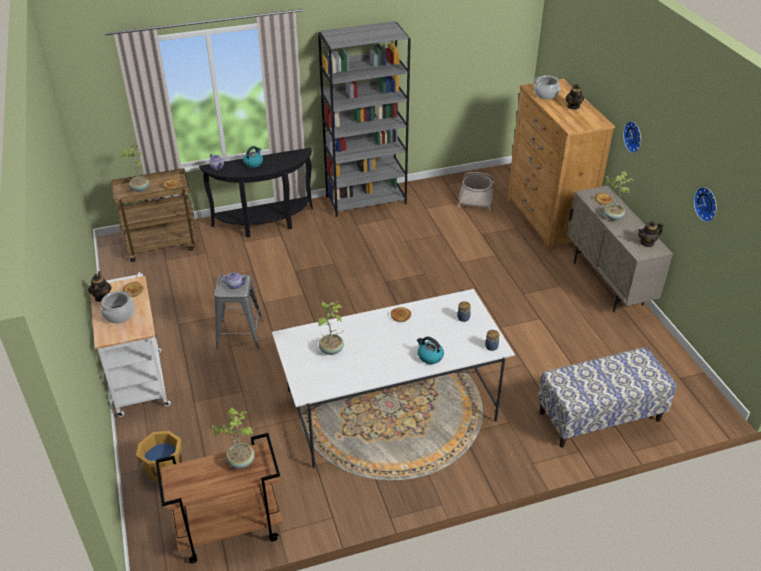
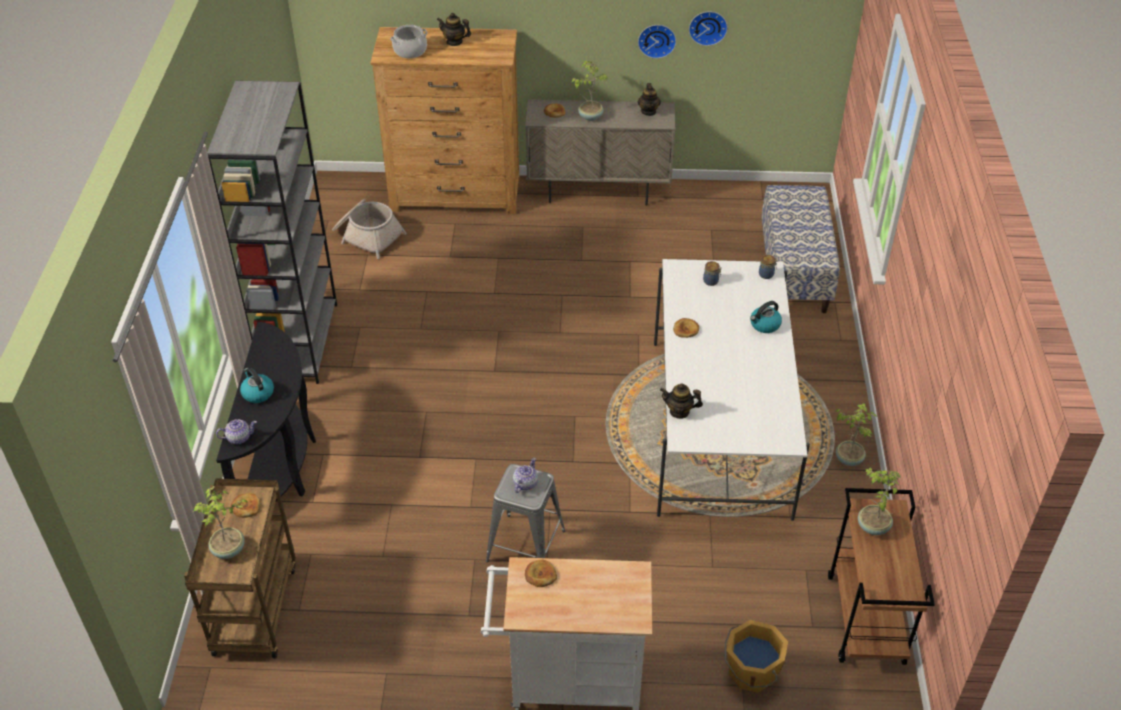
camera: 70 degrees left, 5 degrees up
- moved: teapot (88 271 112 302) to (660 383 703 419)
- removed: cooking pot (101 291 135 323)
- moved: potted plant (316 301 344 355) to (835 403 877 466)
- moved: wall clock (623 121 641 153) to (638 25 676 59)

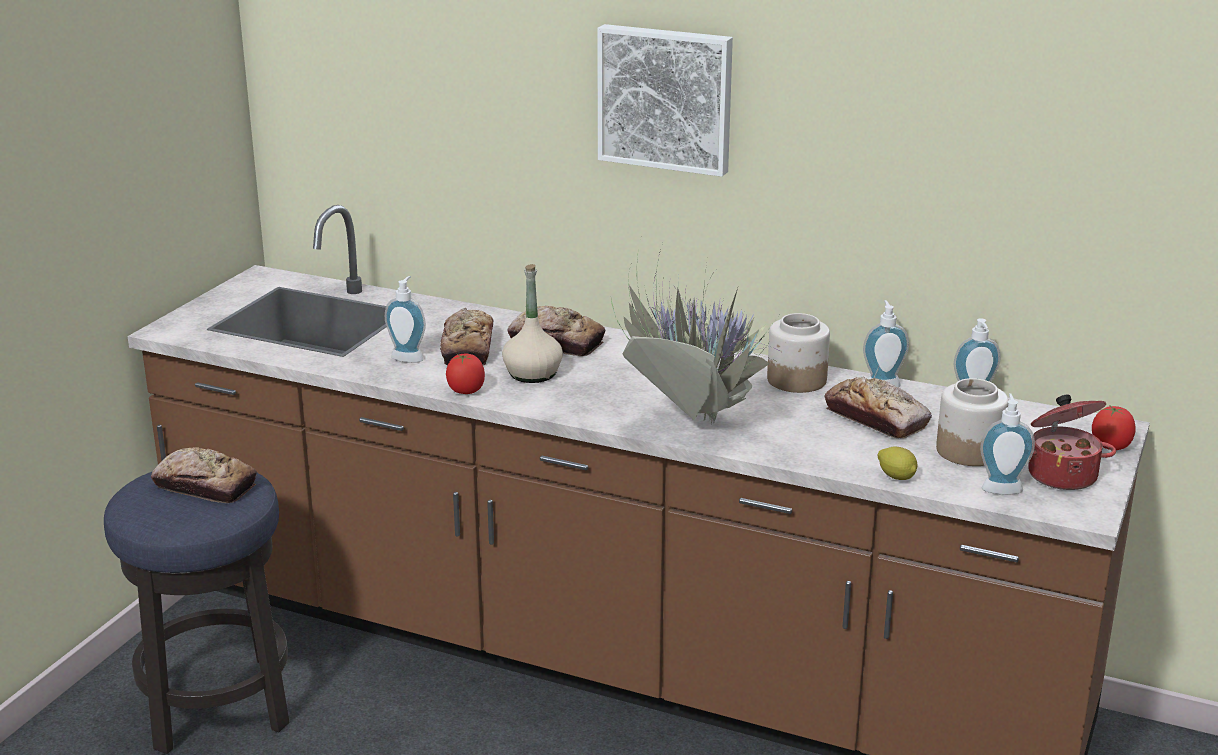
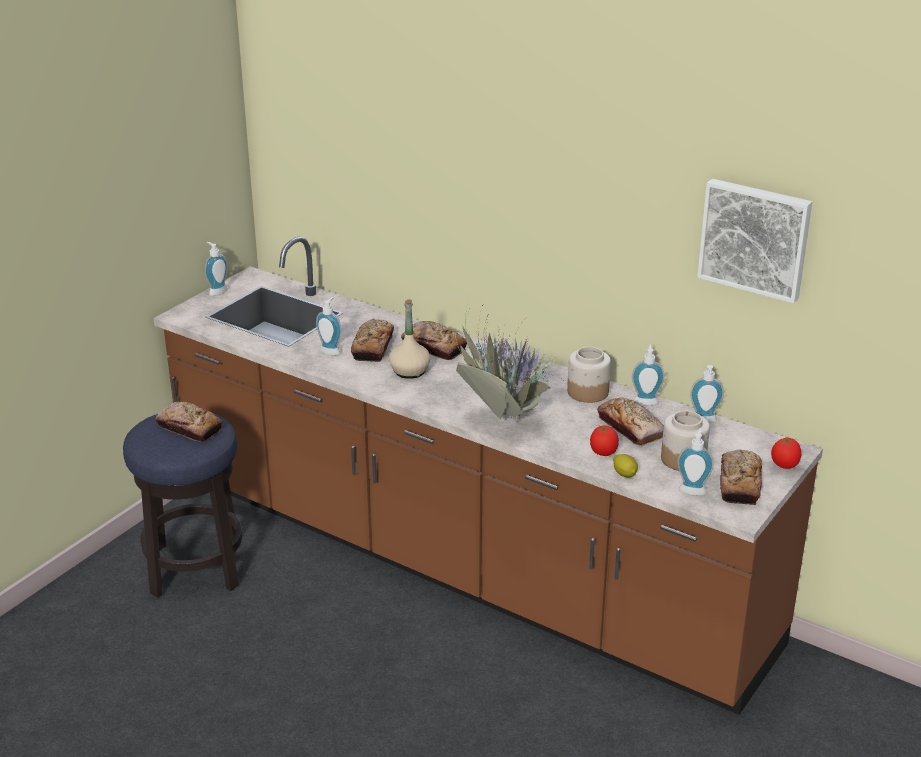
camera: 10 degrees right, 5 degrees up
- moved: tomato (446 354 485 394) to (590 425 619 456)
- moved: picture (597 24 733 177) to (697 179 812 304)
- replaced: cooking pot (1028 394 1116 490) to bread (720 449 762 505)
- added: soap dispenser (205 242 228 296)

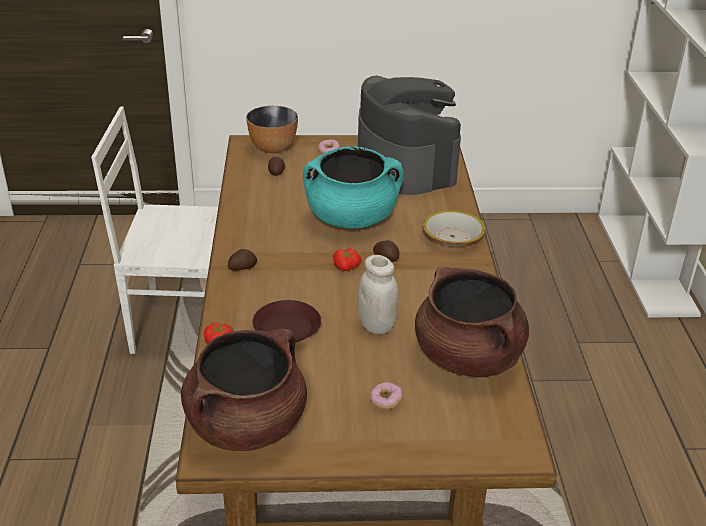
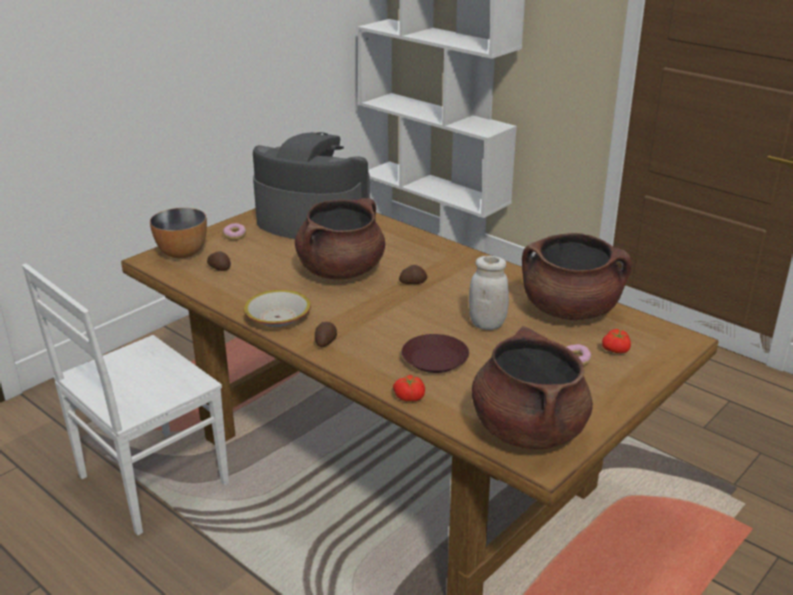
camera: 45 degrees left, 5 degrees down
- recoloured: cooking pot in turquoise (303 146 404 229) to cooking pot in brown (295 198 385 279)
- moved: tomato (333 248 361 271) to (602 329 631 353)
- moved: bowl (422 210 486 247) to (244 290 311 327)

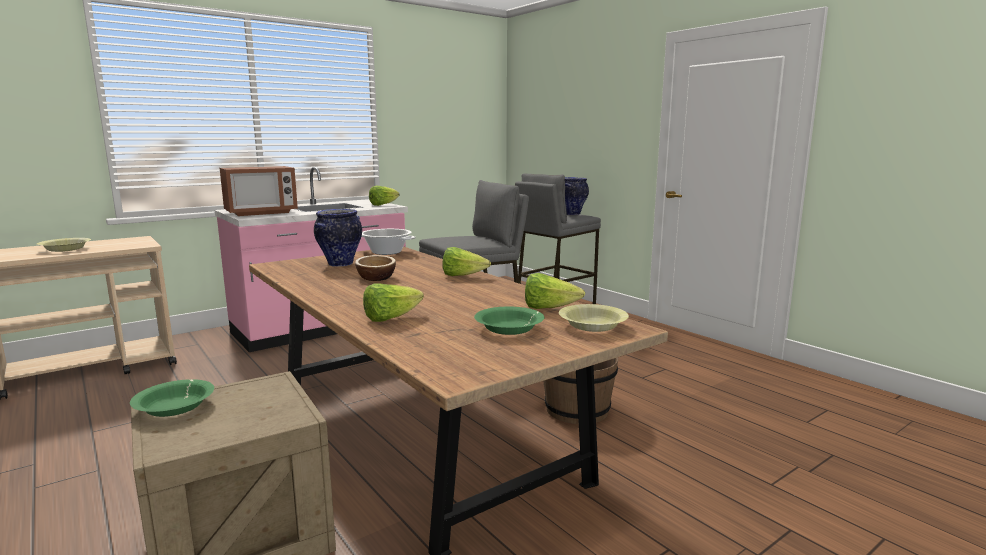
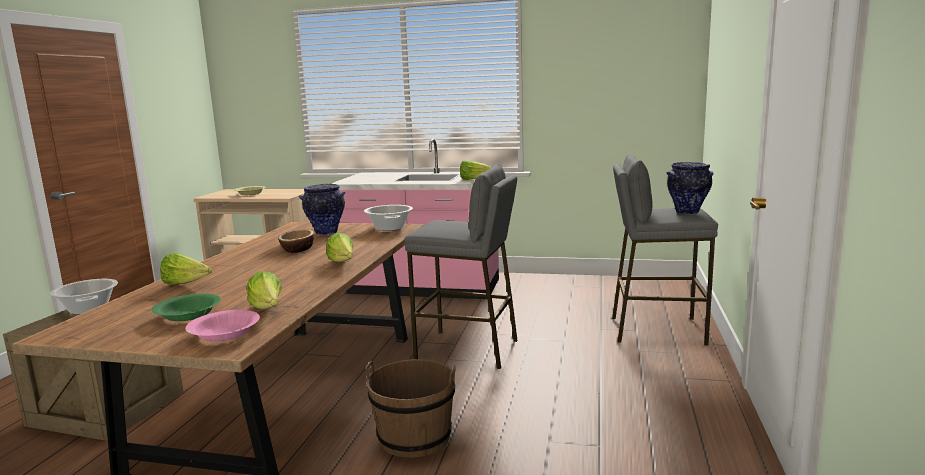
camera: 50 degrees right, 0 degrees up
- replaced: bowl in green (130 379 214 417) to cooking pot (50 279 118 314)
- removed: microwave (220 166 298 216)
- recoloured: bowl in yellow (559 304 629 332) to bowl in pink (185 310 260 342)

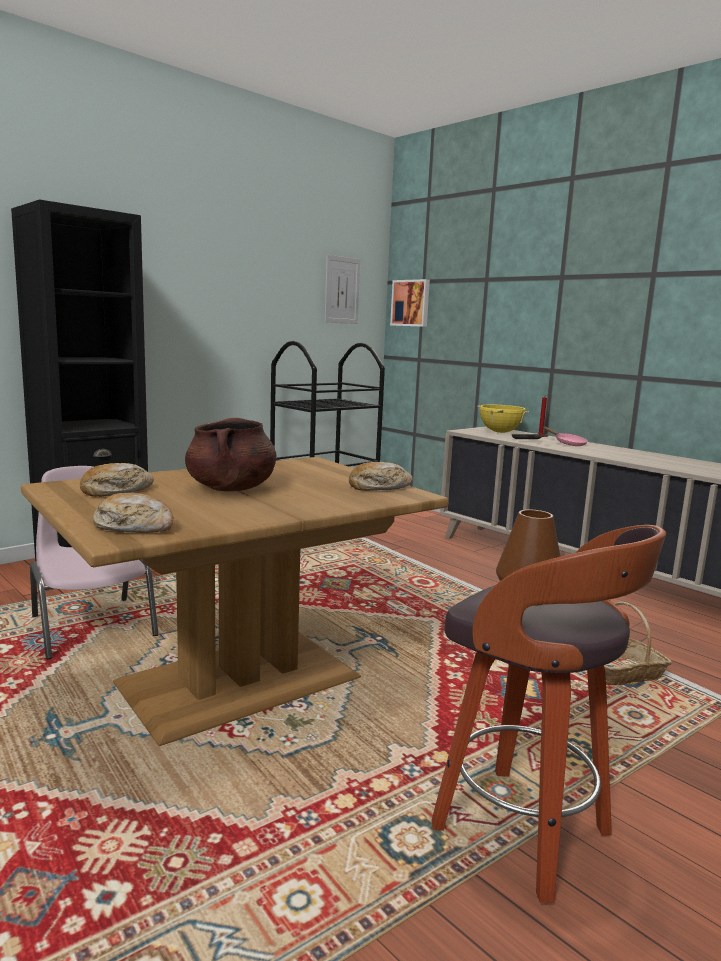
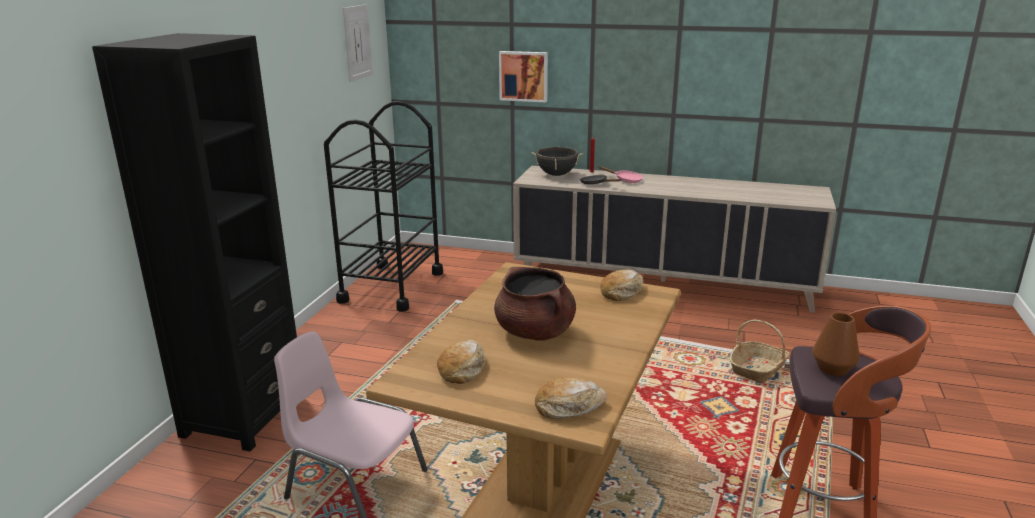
camera: 30 degrees left, 10 degrees up
- moved: picture (390 279 430 327) to (499 51 548 103)
- recoloured: cooking pot in yellow (477 405 529 433) to cooking pot in black (531 147 583 176)

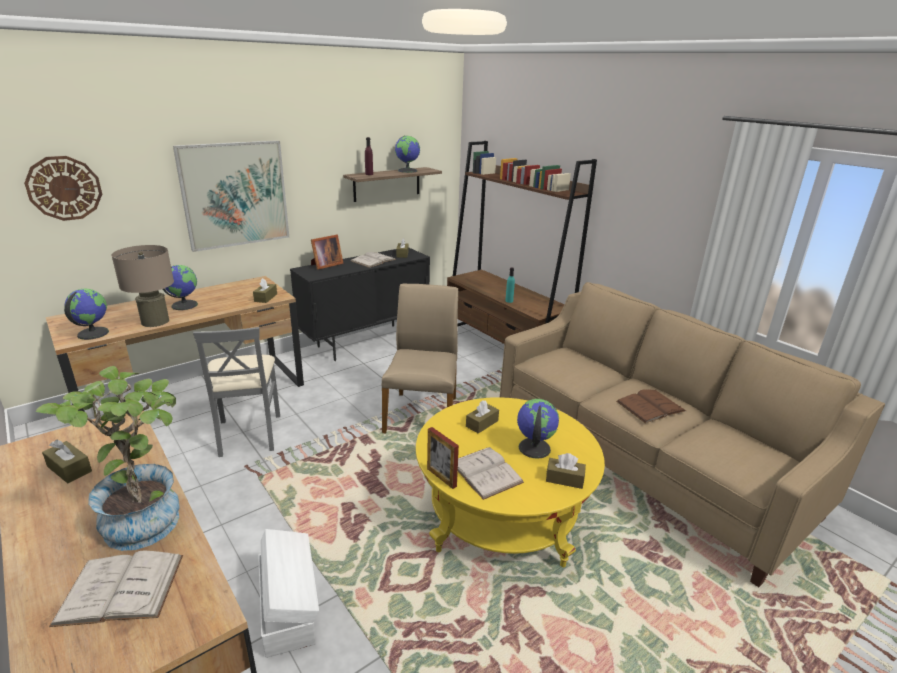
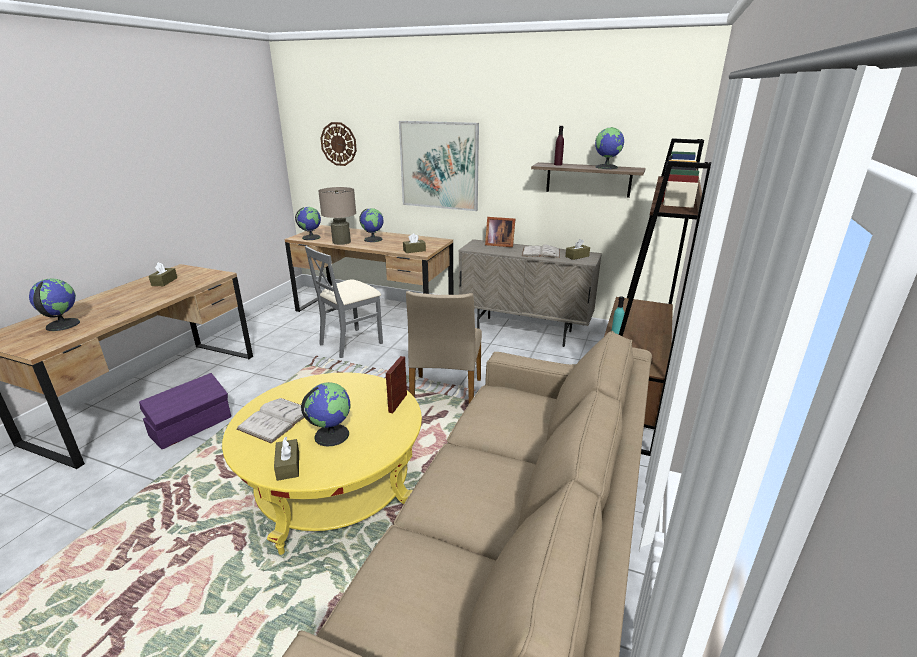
camera: 60 degrees right, 0 degrees up
- removed: potted plant (36 366 180 551)
- replaced: book in white (49 551 183 627) to globe (29 279 80 331)
- recoloured: storage box in white (258 529 319 658) to storage box in purple (139 373 231 449)
- recoloured: cabinet in black (290 248 430 361) to cabinet in beige (458 239 602 347)
- turned: chair in beige (382 284 458 433) = (406 291 482 403) 120 degrees clockwise
- moved: picture frame (427 427 459 489) to (386 356 407 413)
- removed: tissue box in brown (466 401 499 434)
- removed: book in brown (616 389 686 423)

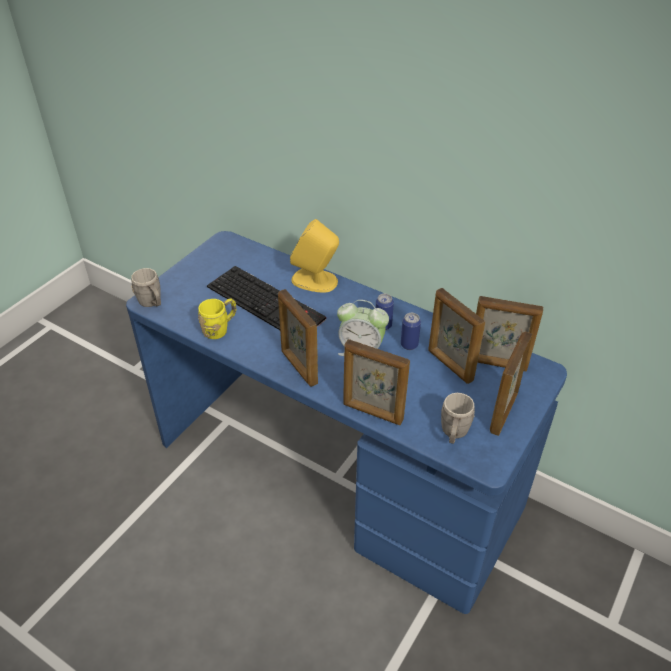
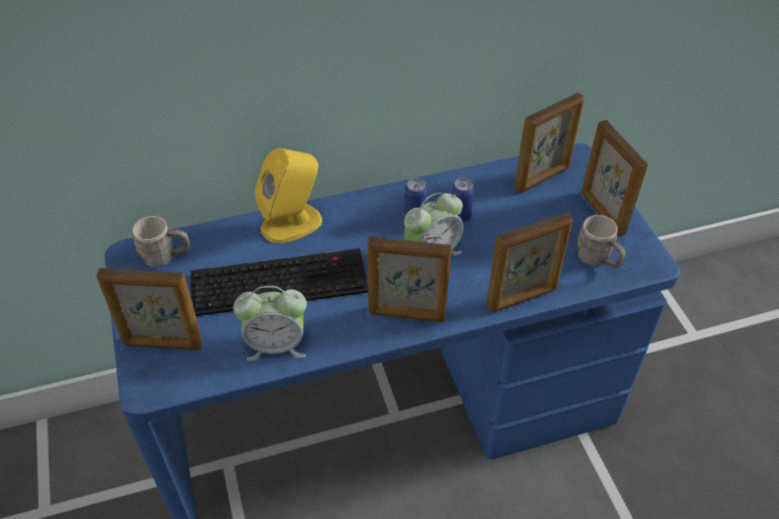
camera: 50 degrees left, 5 degrees up
- moved: mug in grey (131 268 161 307) to (132 216 190 267)
- replaced: mug in yellow (198 299 236 339) to alarm clock (233 286 307 361)
- moved: picture frame (428 288 485 384) to (96 268 203 350)

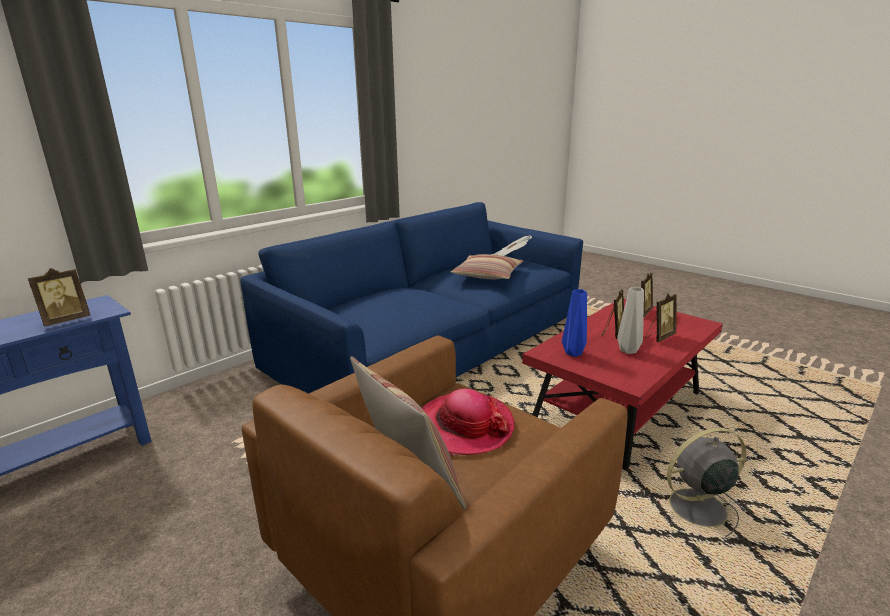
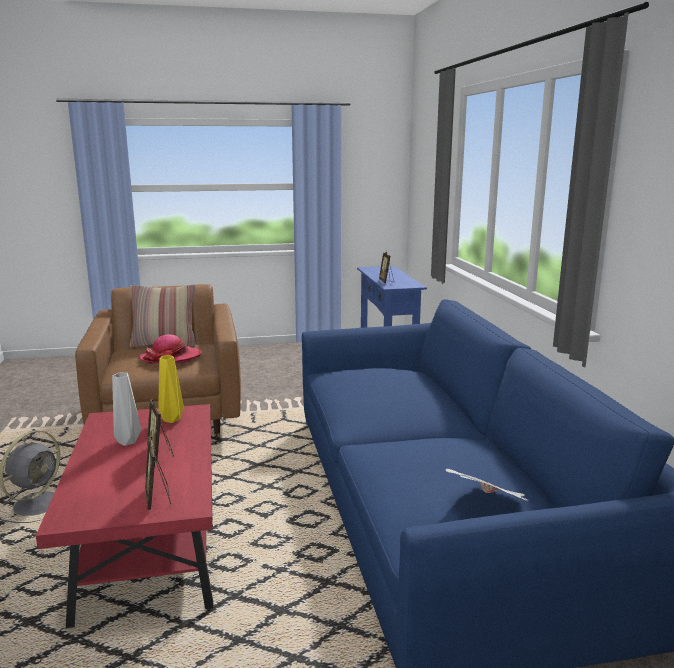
camera: 125 degrees right, 5 degrees down
- removed: pillow (450 254 523 279)
- recoloured: vase in blue (562 289 587 357) to vase in yellow (158 355 184 423)
- removed: picture frame (646 294 677 342)

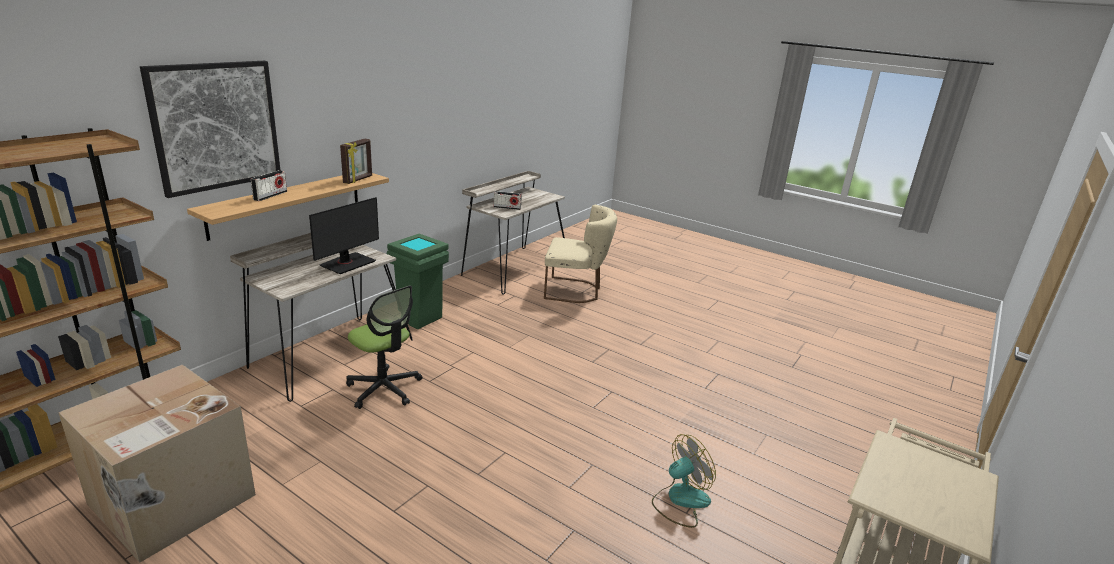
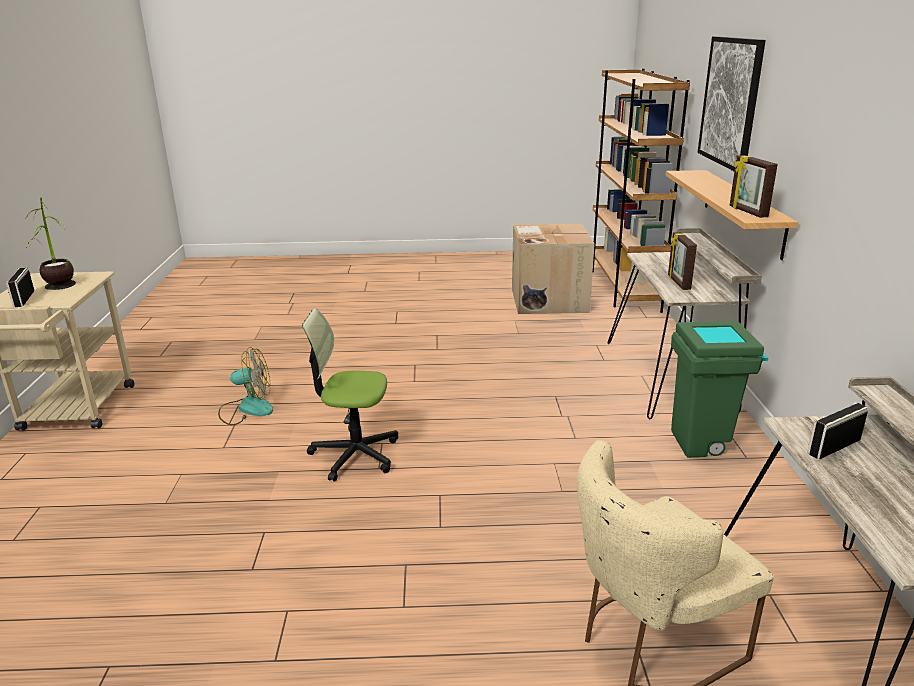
camera: 145 degrees right, 0 degrees up
- moved: radio (251 170 287 201) to (6 267 34 307)
- replaced: monitor (309 197 379 274) to picture frame (668 232 697 290)
- moved: office chair (346 285 422 409) to (302 309 398 482)
- turned: fan (652 434 716 528) = (218 347 273 425) 120 degrees counterclockwise
- added: potted plant (25 197 76 290)

